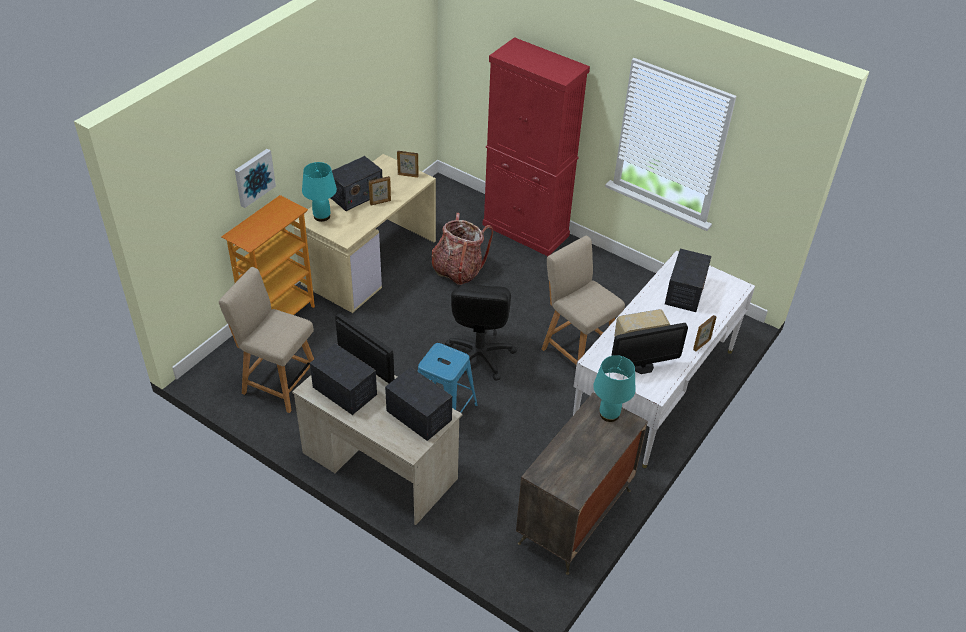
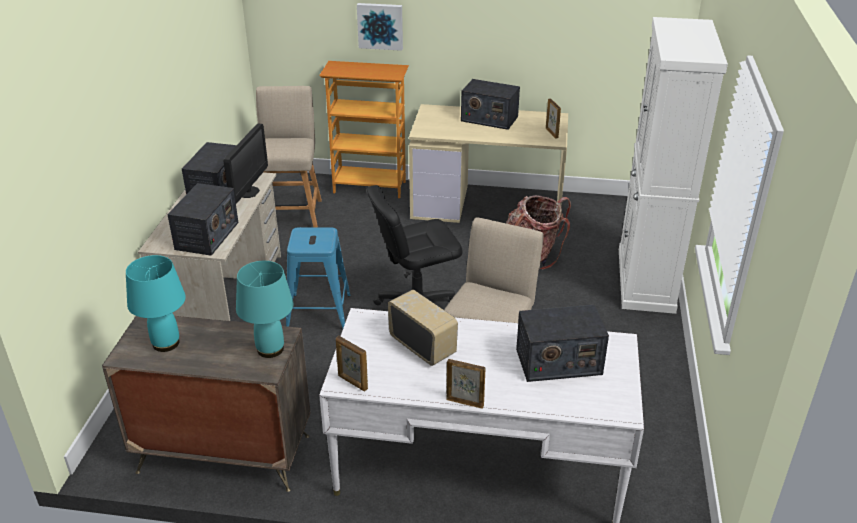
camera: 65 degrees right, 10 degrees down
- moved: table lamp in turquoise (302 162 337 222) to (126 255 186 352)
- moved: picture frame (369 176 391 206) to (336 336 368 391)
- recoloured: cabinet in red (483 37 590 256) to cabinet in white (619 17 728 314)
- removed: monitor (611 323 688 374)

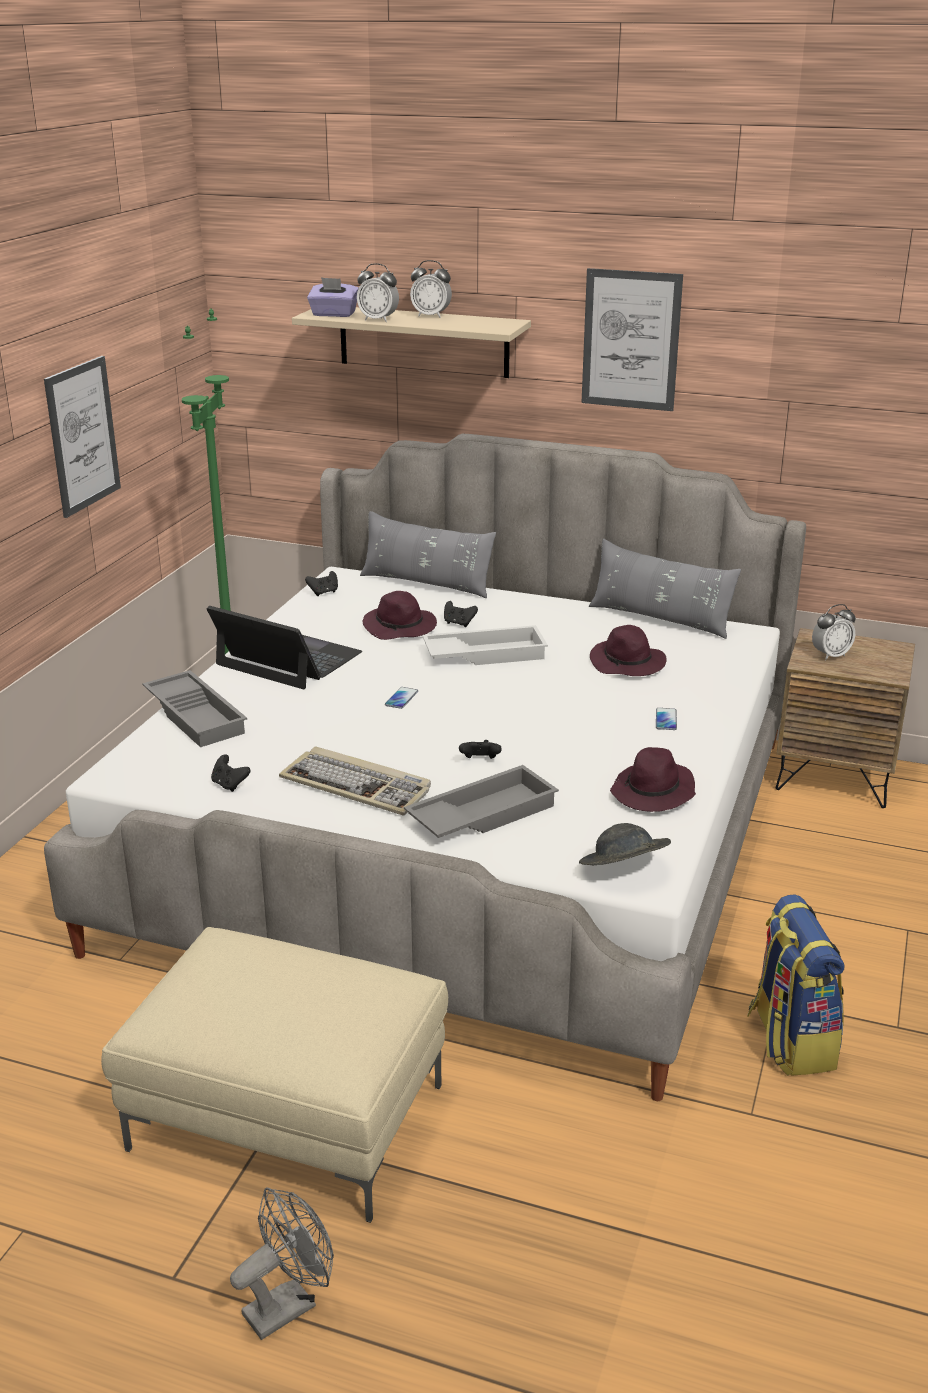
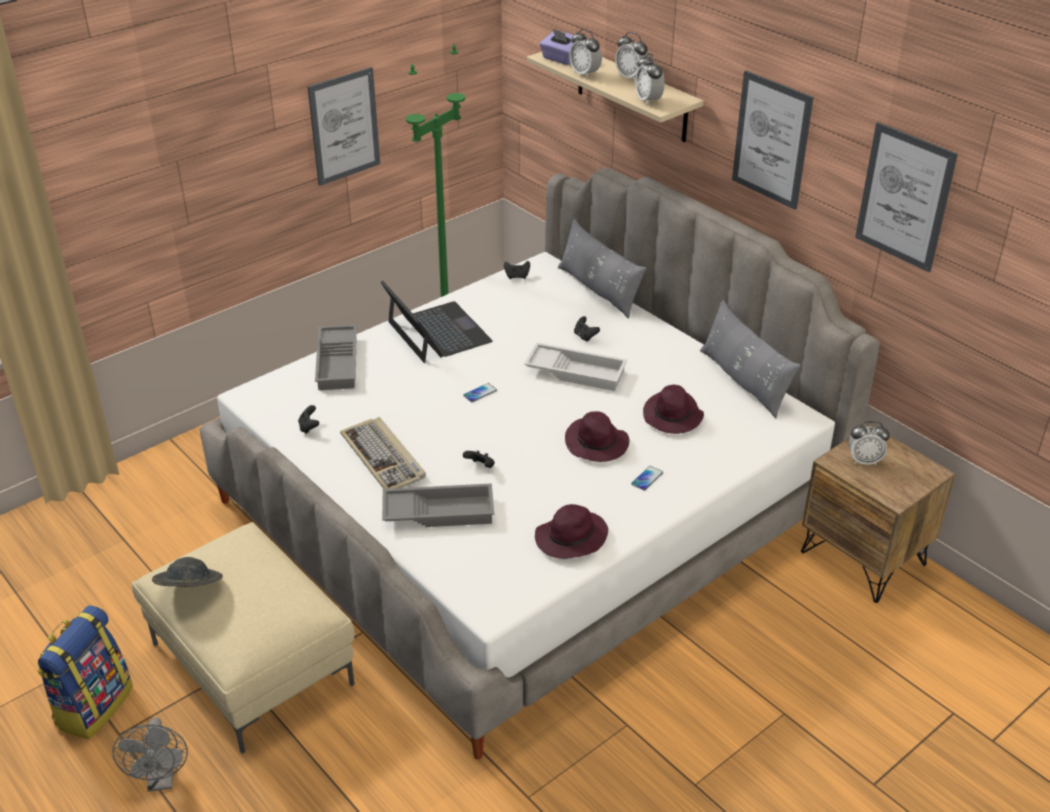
camera: 30 degrees right, 10 degrees up
- turned: fan in grey (230 1187 334 1340) = (113 717 188 792) 90 degrees clockwise
- moved: hat in purple (363 591 437 640) to (565 411 630 462)
- moved: hat in grey (579 823 671 865) to (152 557 223 587)
- moved: backpack (747 895 845 1076) to (37 605 133 739)
- added: alarm clock (635 53 665 105)
- added: picture (855 122 958 272)

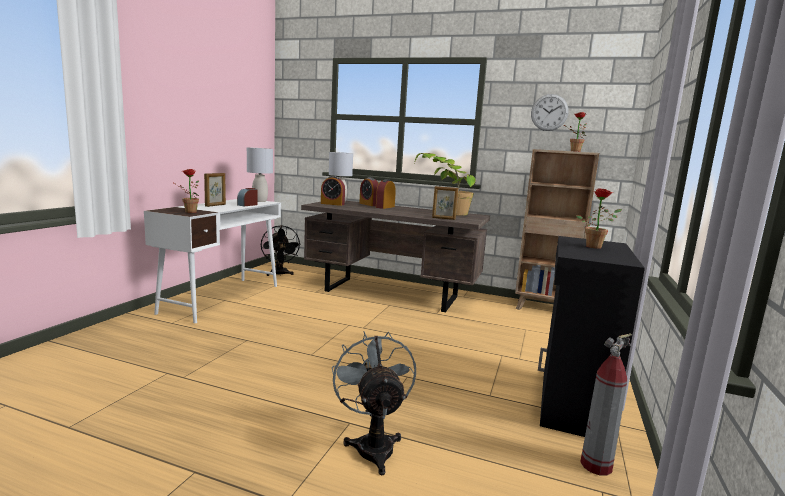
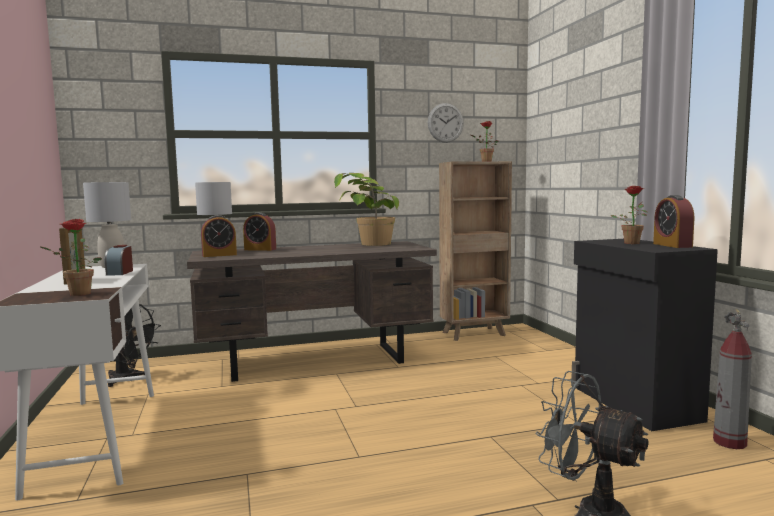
camera: 35 degrees left, 5 degrees down
- moved: alarm clock (376 179 396 209) to (653 195 694 248)
- removed: picture frame (432 186 459 220)

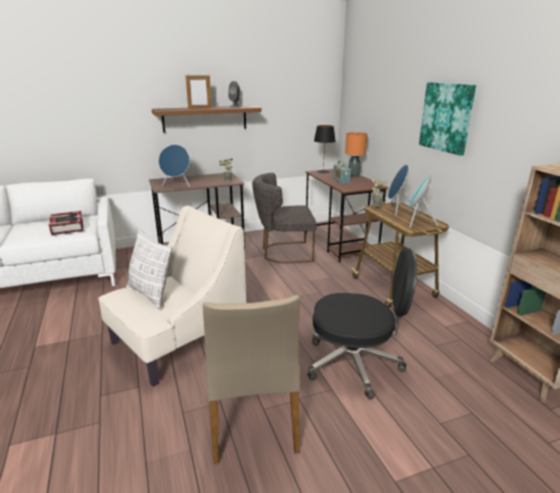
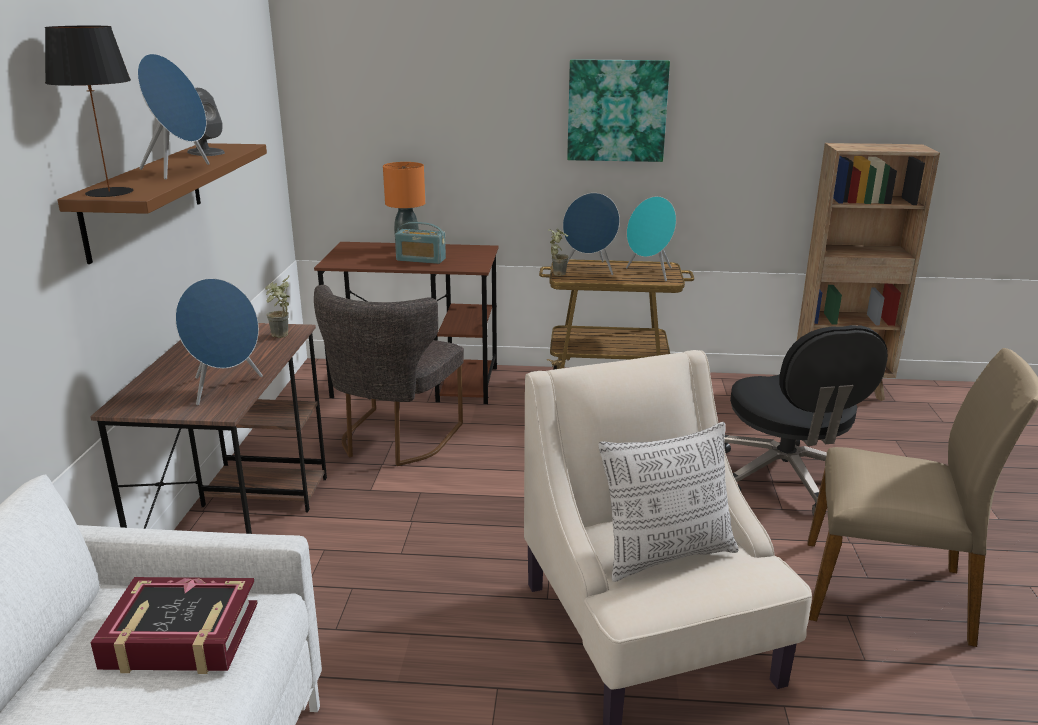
camera: 65 degrees left, 0 degrees up
- replaced: picture frame (186 74 212 109) to speaker in blue (137 54 210 180)
- turned: office chair in black (307 248 418 399) = (724 325 888 516) 135 degrees clockwise
- moved: table lamp in black (314 125 336 173) to (45 26 133 197)

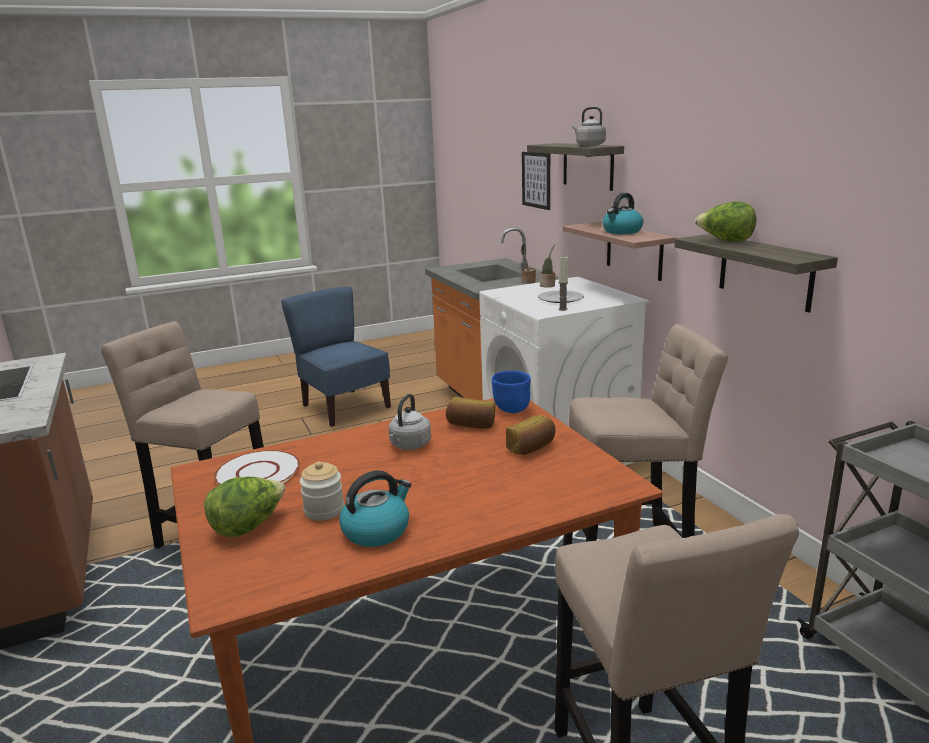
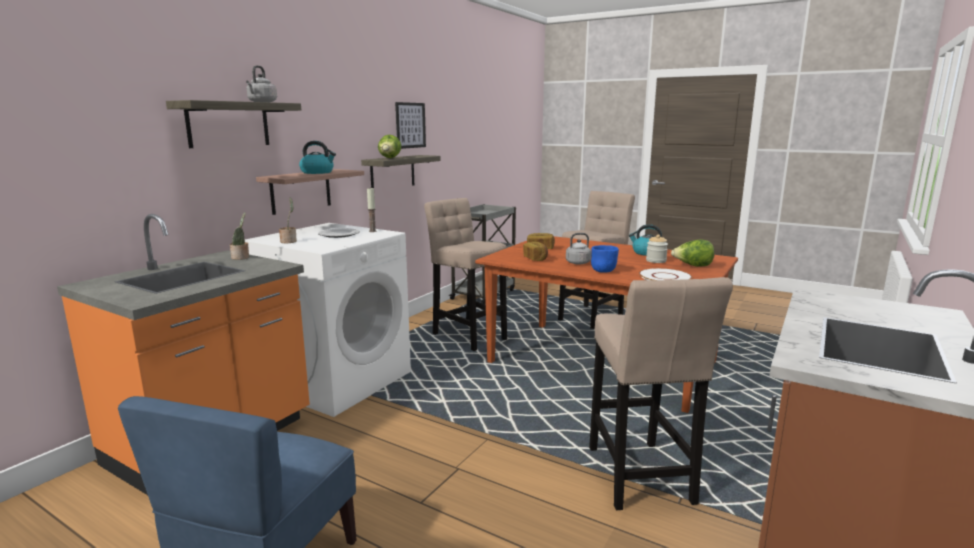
camera: 125 degrees left, 5 degrees down
- moved: bowl in blue (492 371 531 413) to (591 245 619 273)
- moved: picture (522 152 550 210) to (395 102 426 149)

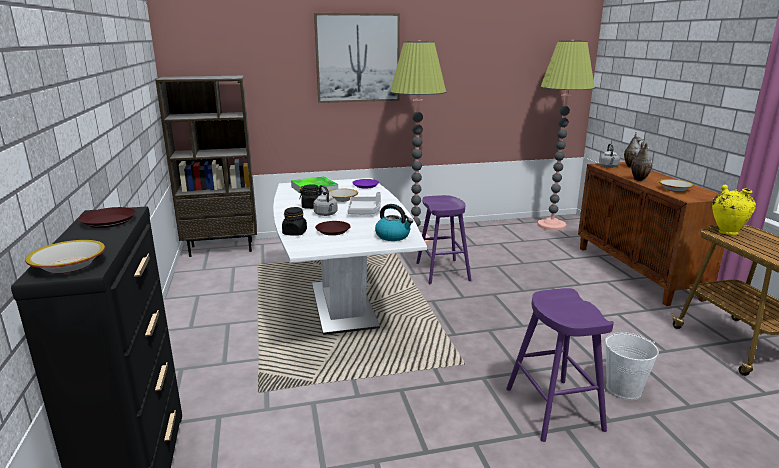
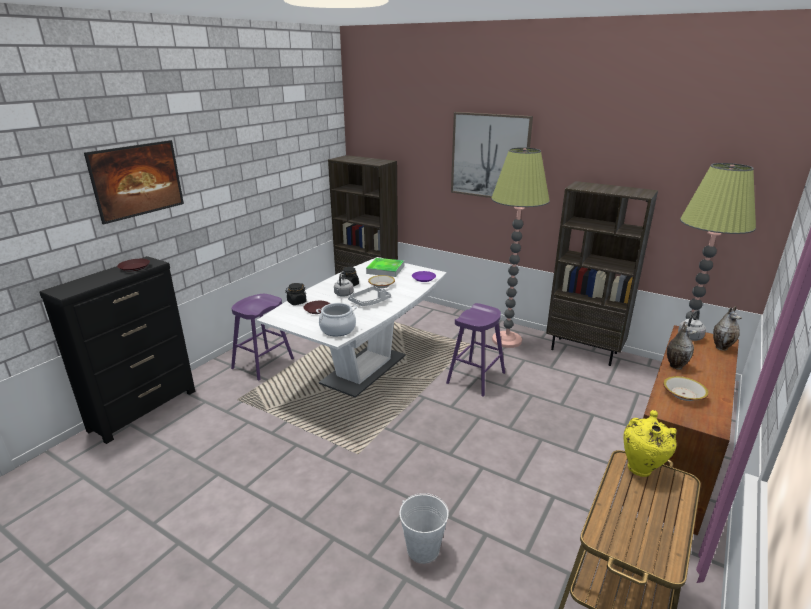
camera: 45 degrees right, 5 degrees up
- removed: bowl (25 240 105 273)
- replaced: kettle (375 204 413 241) to cooking pot (316 303 357 336)
- moved: stool in purple (506 288 614 442) to (231 294 294 380)
- added: picture (84 140 184 224)
- added: bookcase in brown (546 181 658 366)

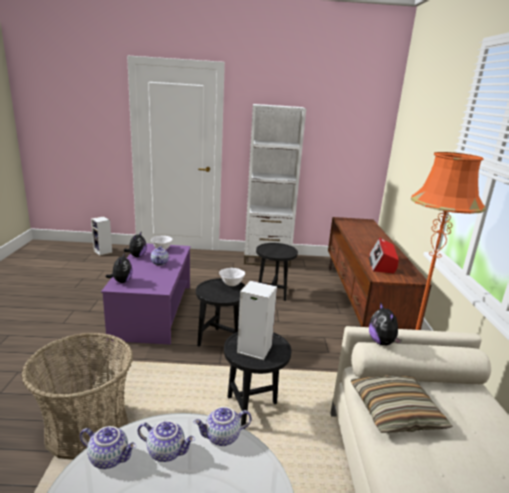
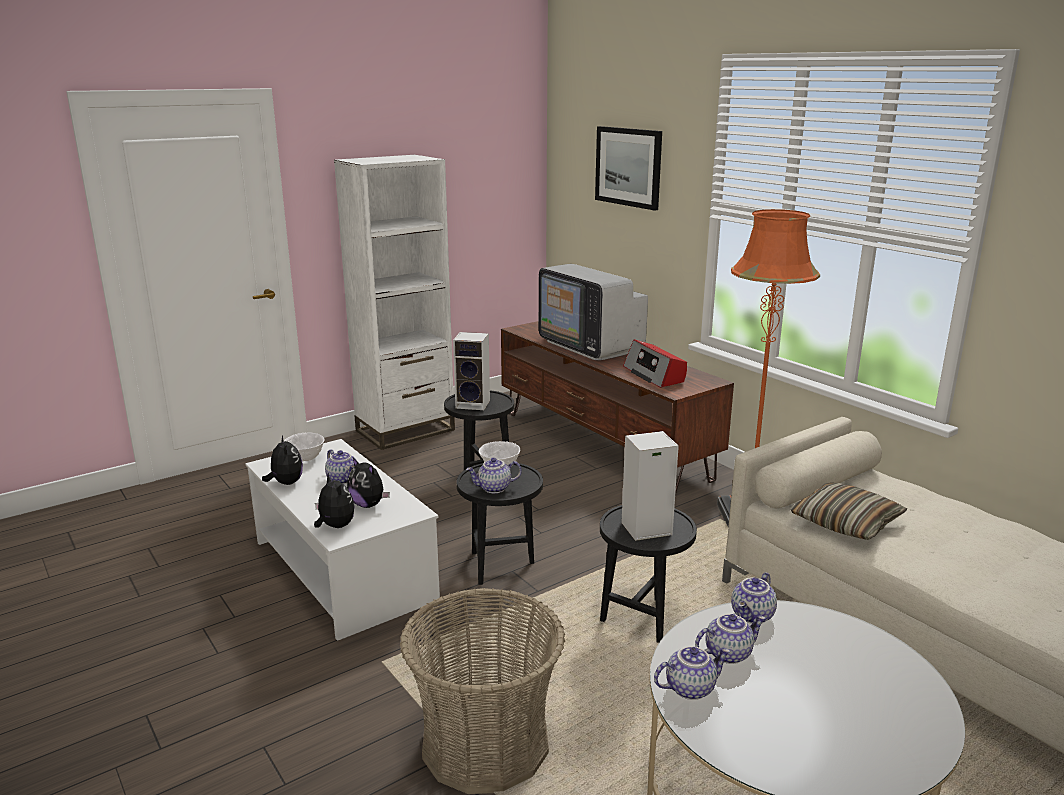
camera: 35 degrees left, 0 degrees up
- moved: speaker (91 216 112 255) to (453 332 490 410)
- recoloured: coffee table in purple (101 243 191 345) to coffee table in white (245 439 440 641)
- moved: plush toy (369 302 402 345) to (347 458 390 508)
- added: teapot (466 458 522 493)
- added: television (539 264 648 360)
- added: picture (595 126 662 211)

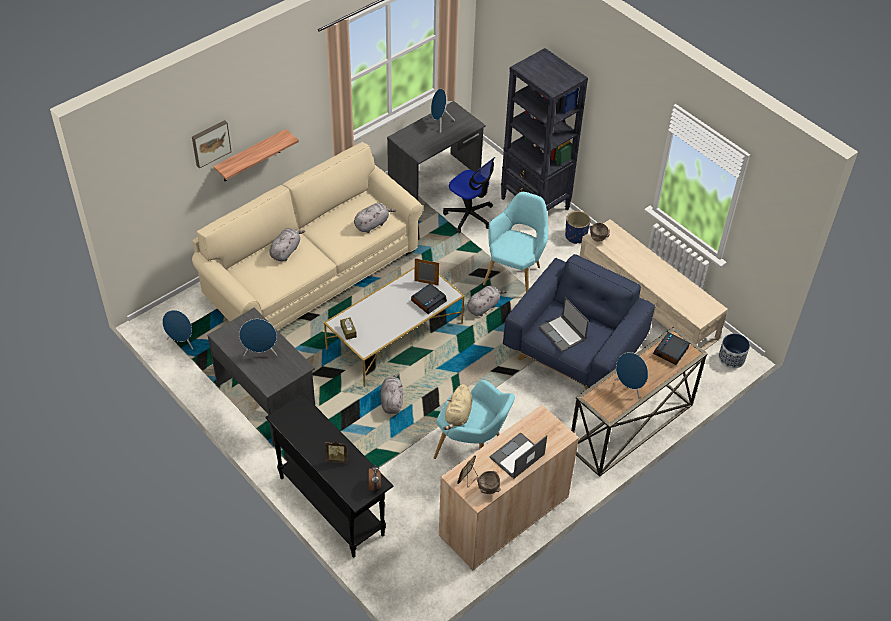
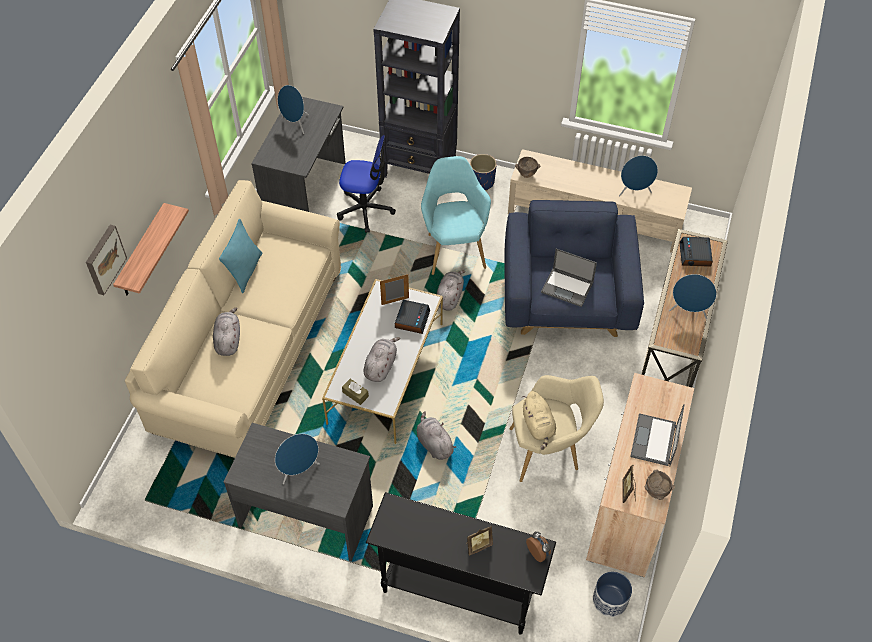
camera: 30 degrees left, 5 degrees up
- moved: speaker in blue (162 310 193 349) to (619 155 658 197)
- moved: plush toy in grey (354 203 396 233) to (364 337 400 382)
- recoloured: armchair in turquoise (434 380 515 459) to armchair in beige (510 375 604 482)
- moved: planter (718 333 750 369) to (593 572 632 617)
- added: pillow in turquoise (219 219 263 293)

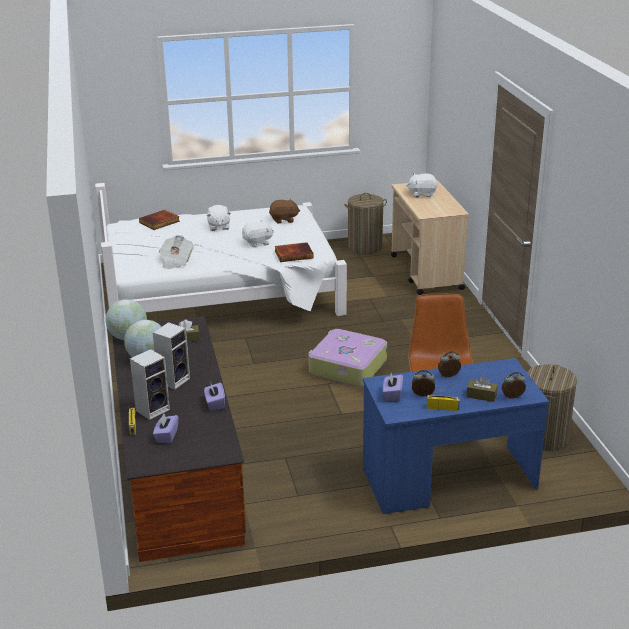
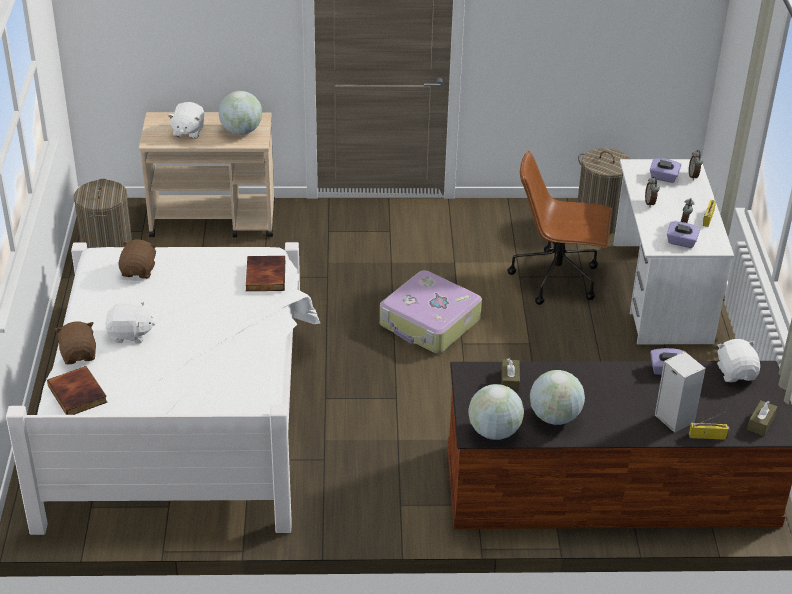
camera: 80 degrees left, 10 degrees up
- removed: speaker (153 322 190 390)
- moved: tissue box in purple (153 414 179 444) to (650 158 681 183)
- removed: newspaper (159 235 194 269)
- moved: plush toy in white (242 220 274 247) to (717 339 760 382)
- recoloured: desk in blue (363 358 549 514) to desk in white (613 159 734 345)
- moved: tissue box in brown (466 376 498 402) to (747 400 777 436)
- added: plush toy in brown (54 321 96 364)
- added: globe (219 91 262 135)

